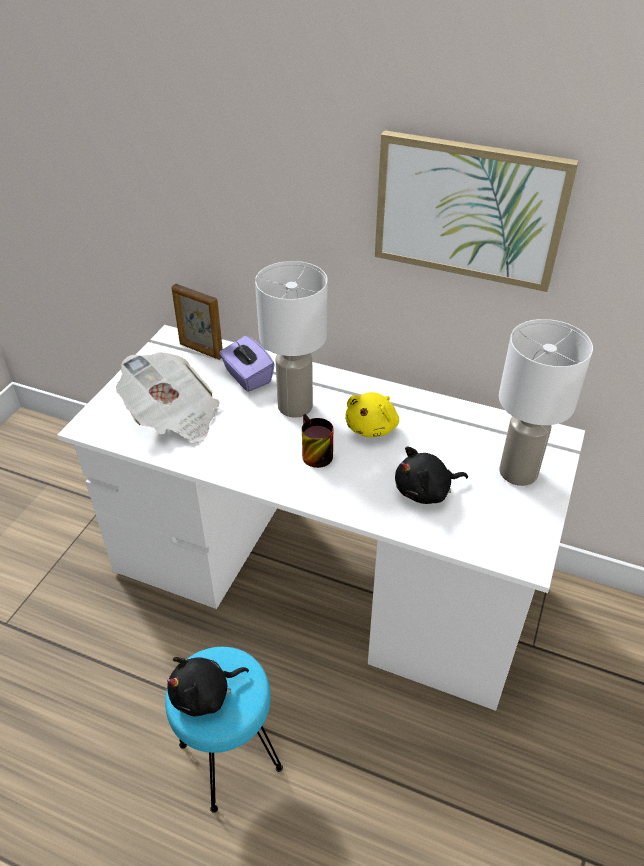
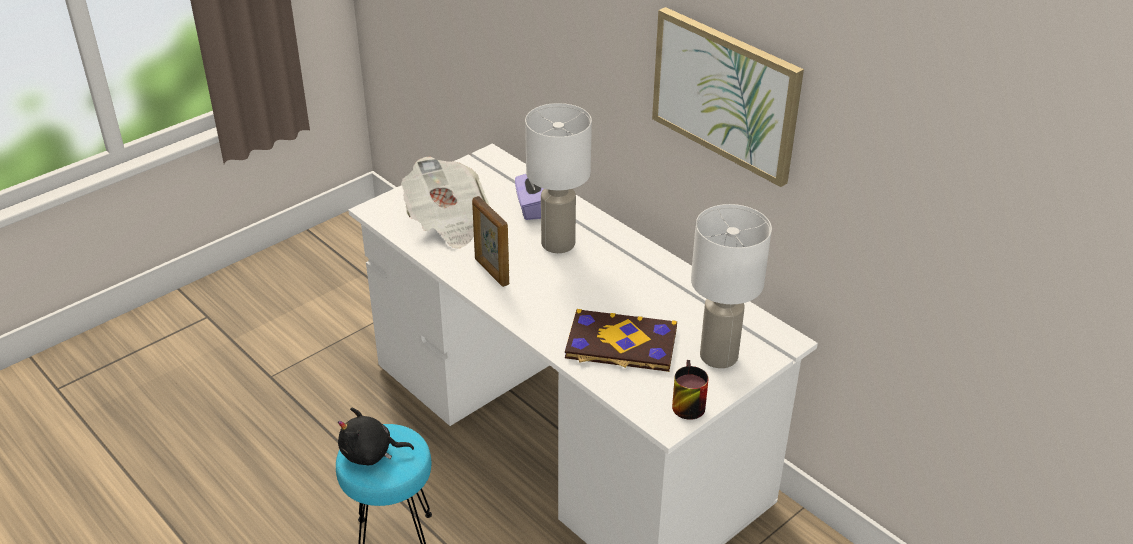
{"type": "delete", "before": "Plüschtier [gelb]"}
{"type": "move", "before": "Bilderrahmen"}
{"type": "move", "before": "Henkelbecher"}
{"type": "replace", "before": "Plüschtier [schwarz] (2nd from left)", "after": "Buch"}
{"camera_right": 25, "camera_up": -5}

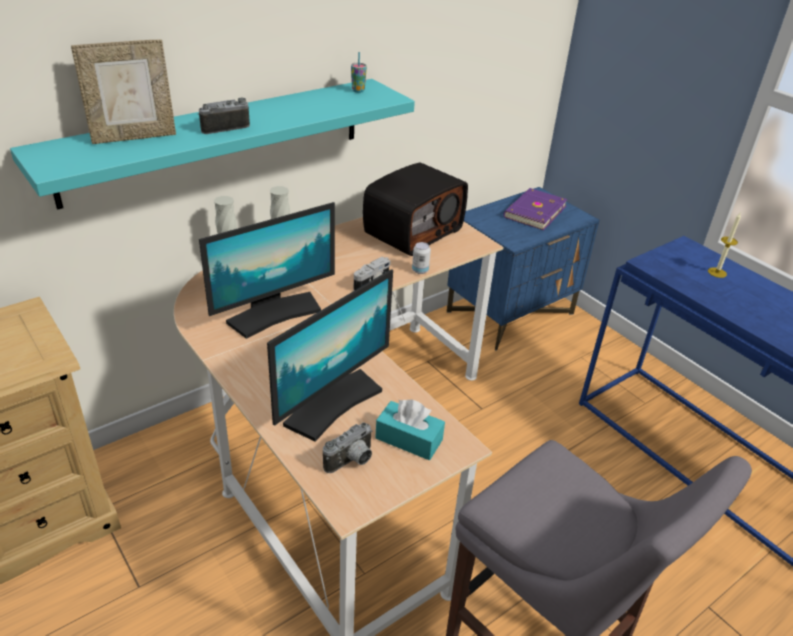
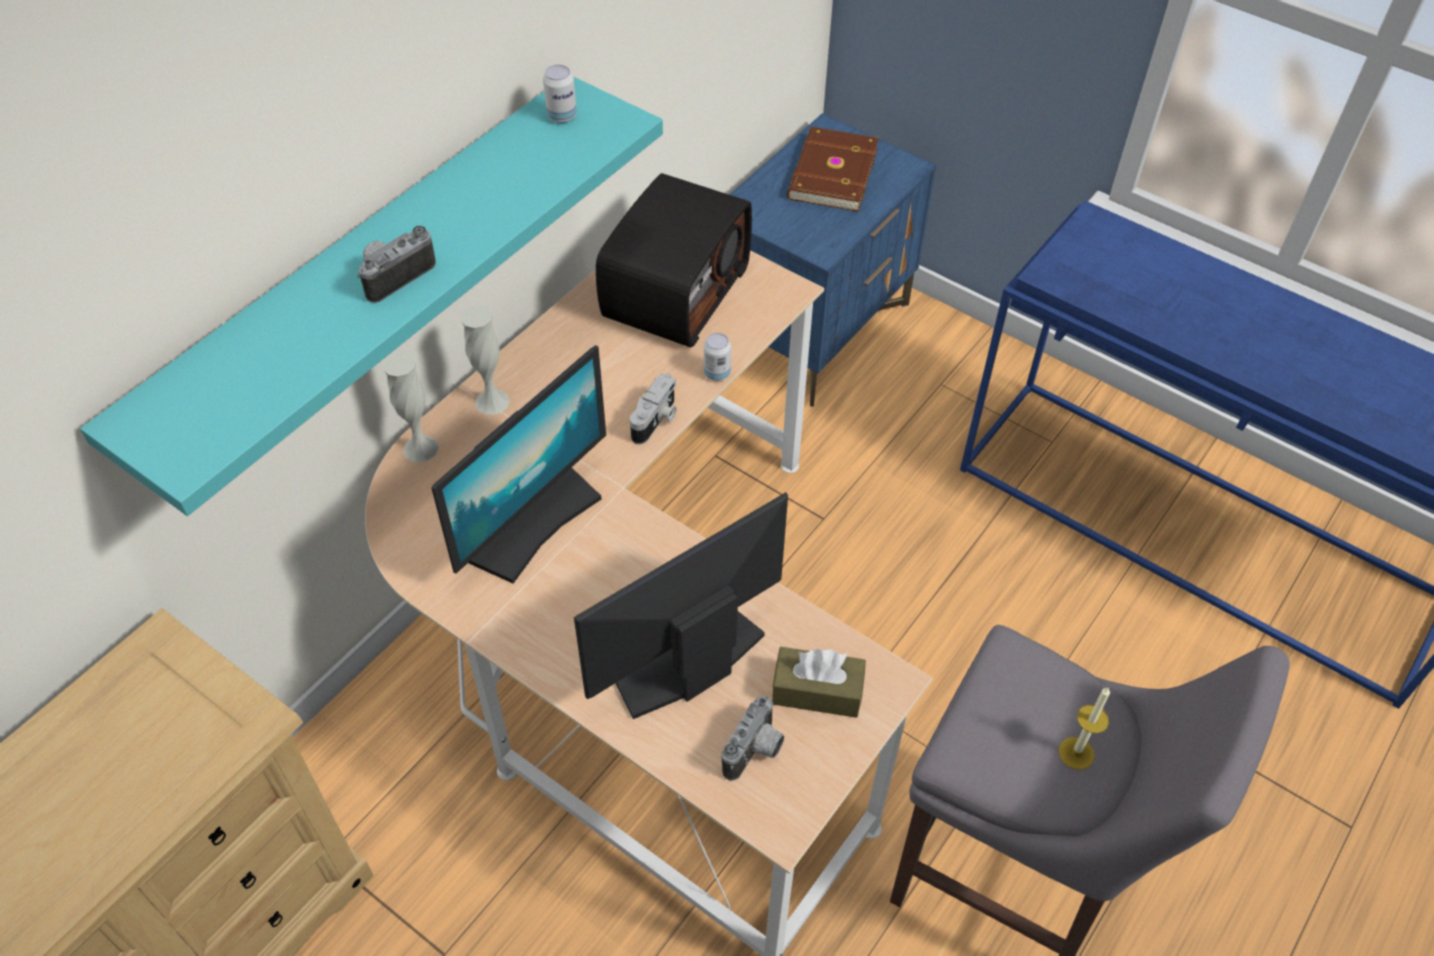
{"type": "delete", "before": "Bilderrahmen"}
{"type": "move", "before": "Kerze"}
{"type": "replace", "before": "Tasse", "after": "Dose (1st from left)"}
{"type": "recolor", "before": "Taschentuchbox [türkis]", "after": "Taschentuchbox [braun]"}
{"type": "recolor", "before": "Buch [lila]", "after": "Buch [braun]"}
{"type": "rotate", "before": "Monitor (2nd from left)", "turn": -150}
{"camera_right": -15, "camera_up": 15}

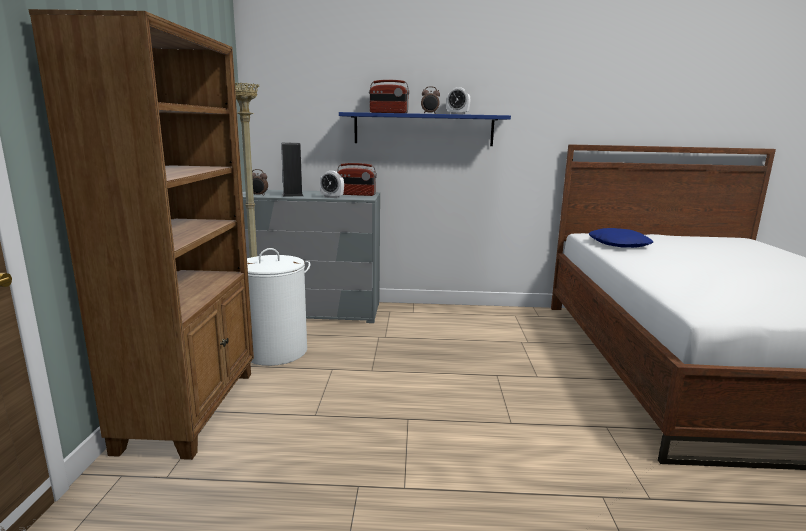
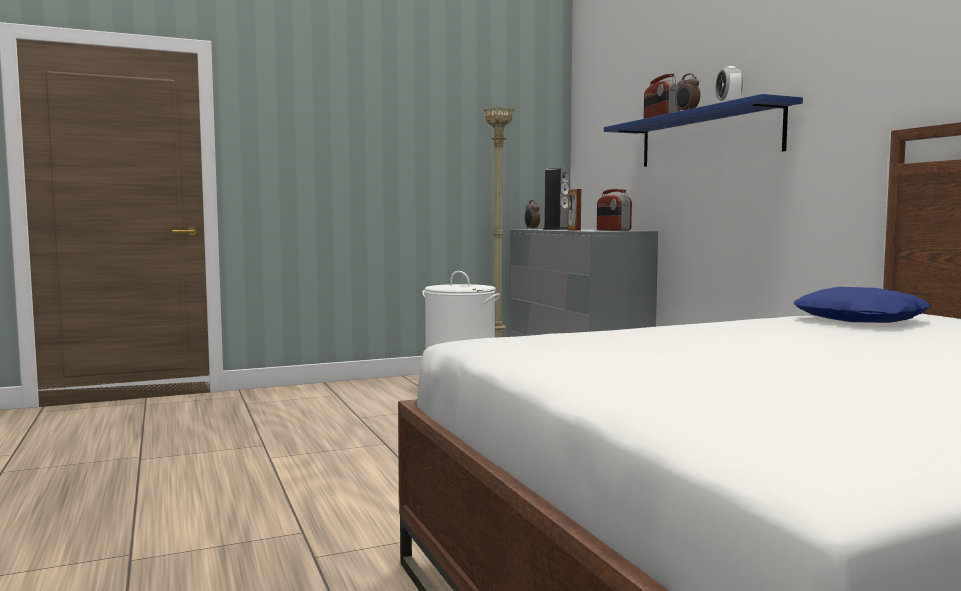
{"type": "delete", "before": "Bücherregal [braun]"}
{"type": "replace", "before": "Wecker (2nd from left)", "after": "Bilderrahmen"}
{"camera_right": 65, "camera_up": -10}

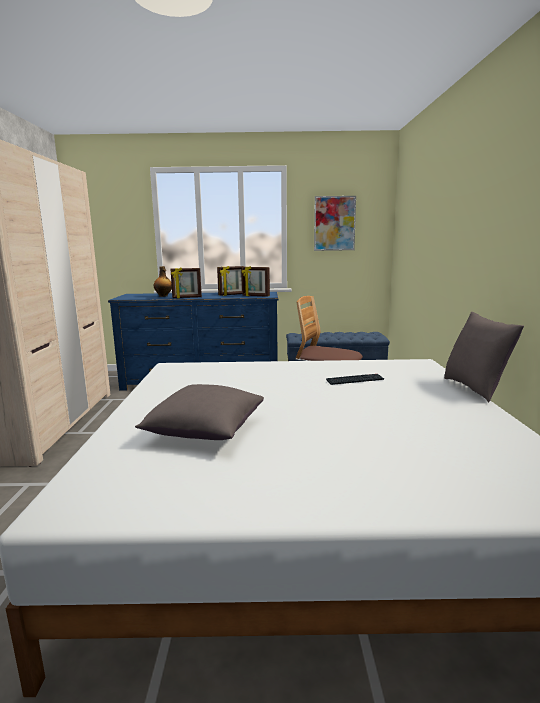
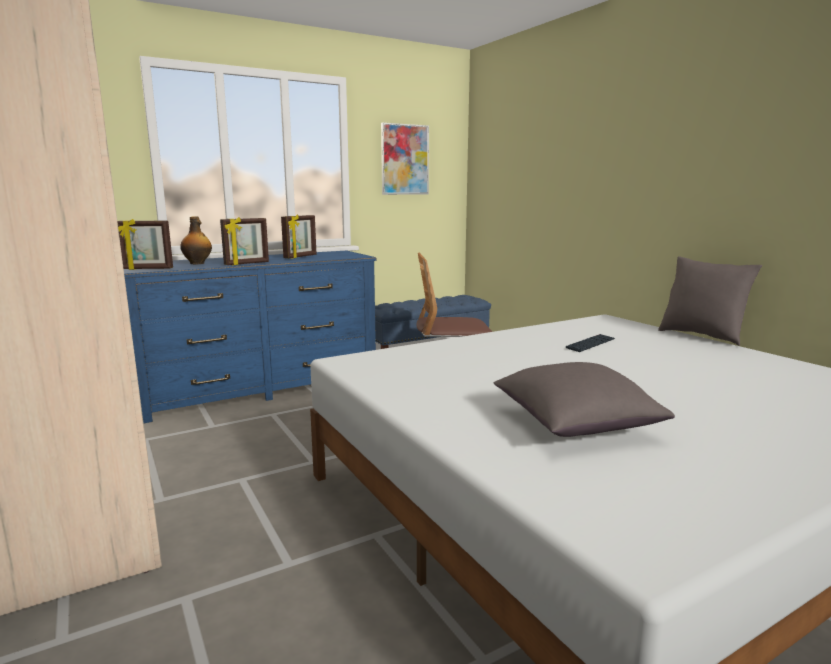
{"type": "move", "before": "Bilderrahmen (3rd from left in the first image)", "after": "Bilderrahmen (1st from left)"}
{"camera_right": -30, "camera_up": 0}

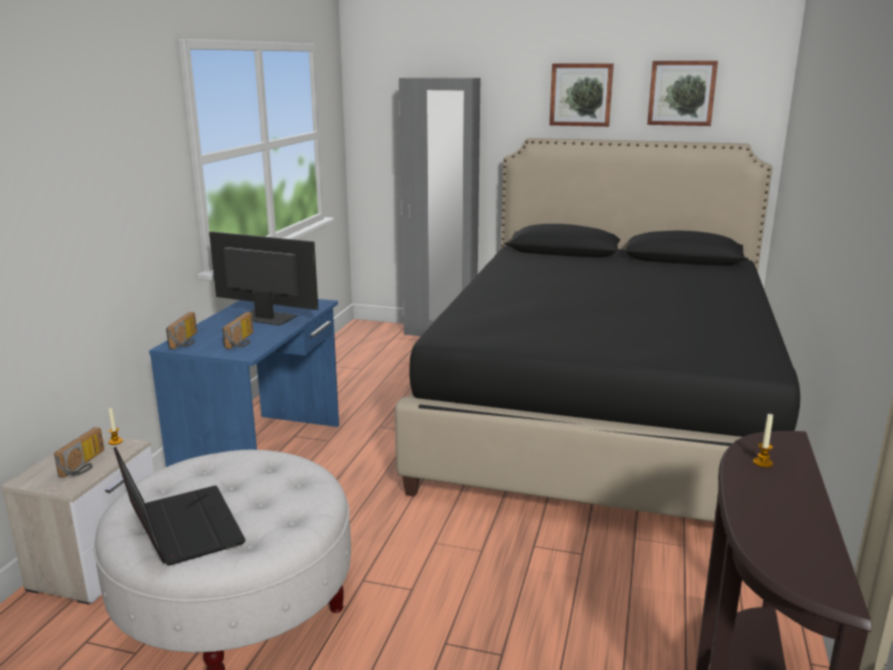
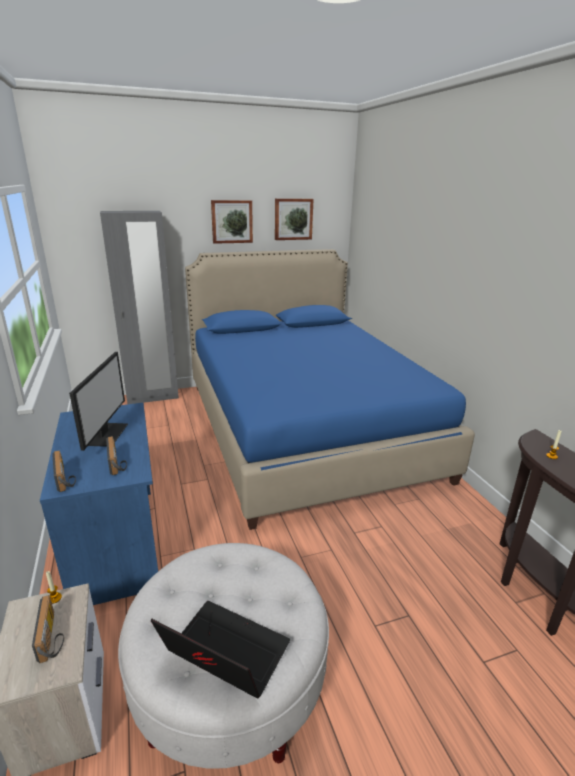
{"type": "recolor", "before": "Bett [schwarz]", "after": "Bett [blau]"}
{"type": "rotate", "before": "Monitor", "turn": 105}
{"camera_right": -35, "camera_up": 5}

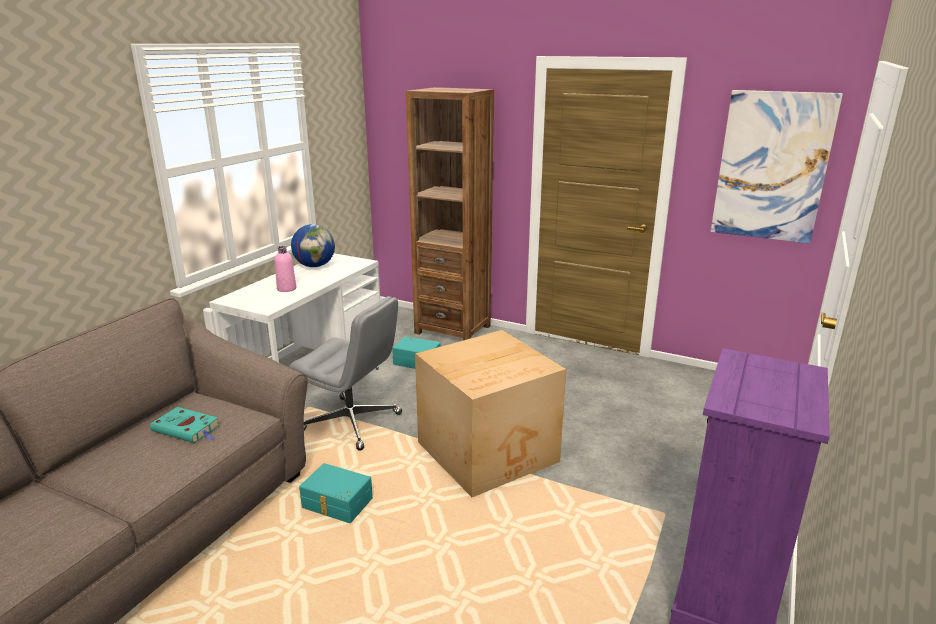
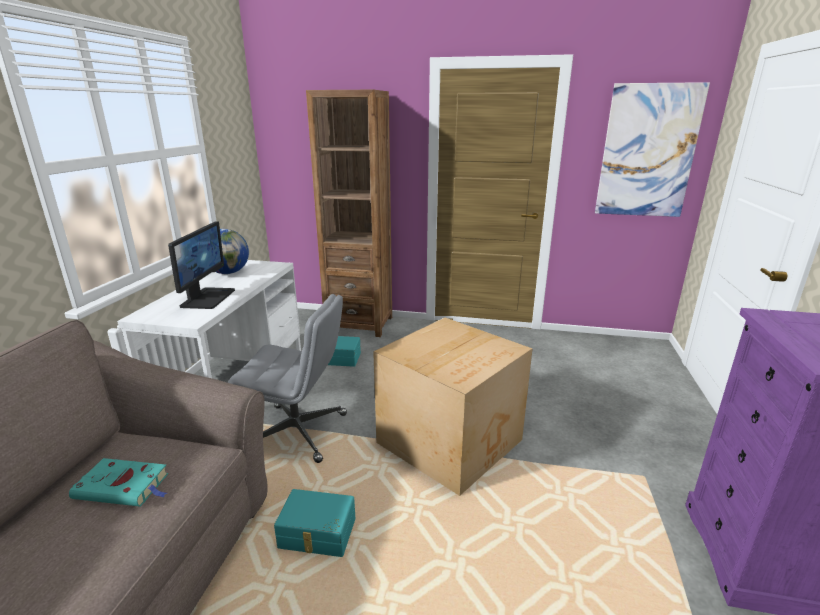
{"type": "replace", "before": "Flasche [rosa]", "after": "Monitor"}
{"camera_right": -15, "camera_up": 0}

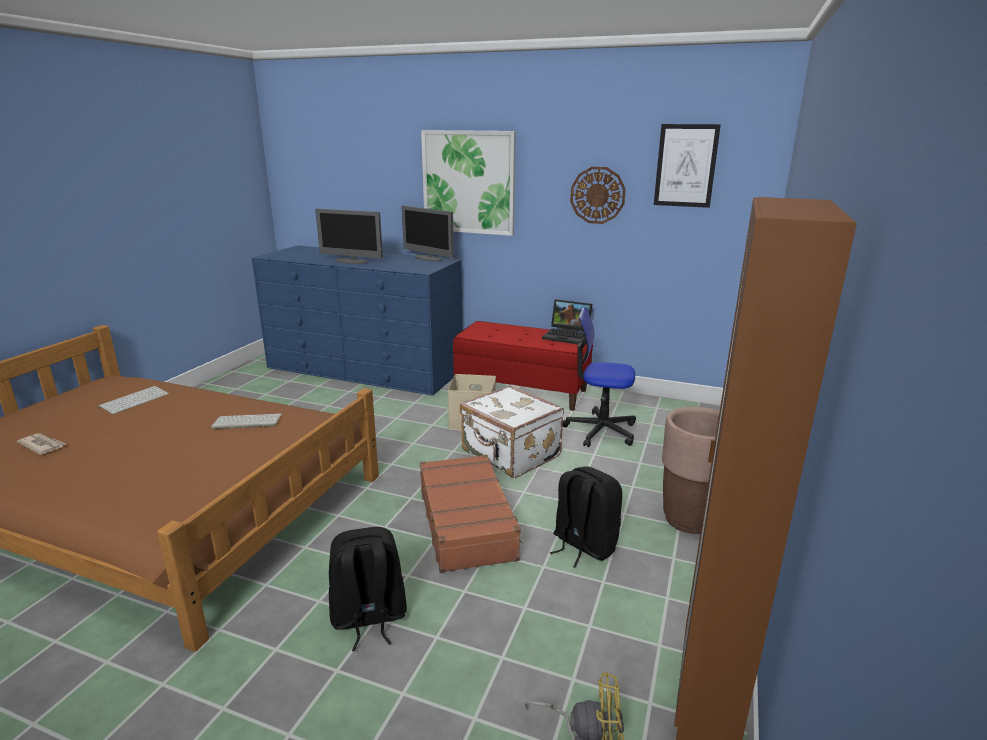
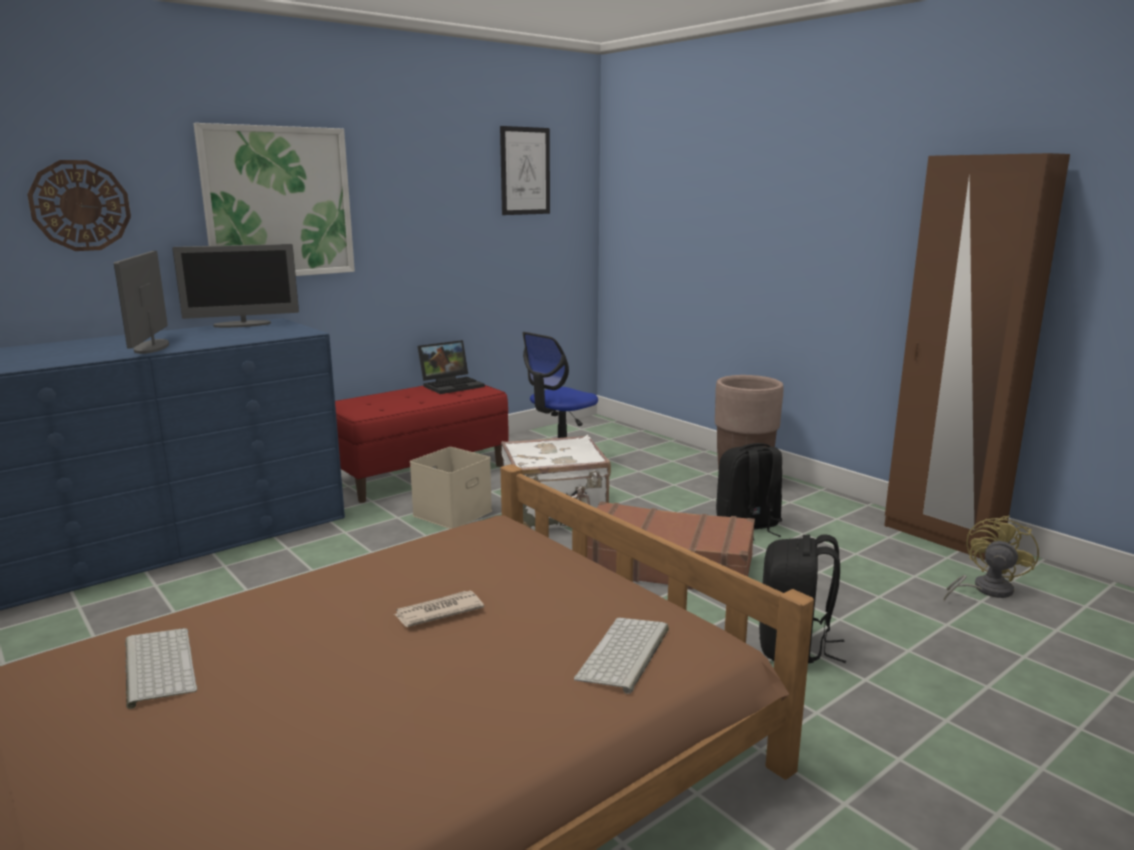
{"type": "move", "before": "Zeitung"}
{"type": "move", "before": "Tastatur (2nd from left)"}
{"type": "move", "before": "Wanduhr"}
{"type": "rotate", "before": "Monitor (1st from left)", "turn": 120}
{"camera_right": -60, "camera_up": -5}

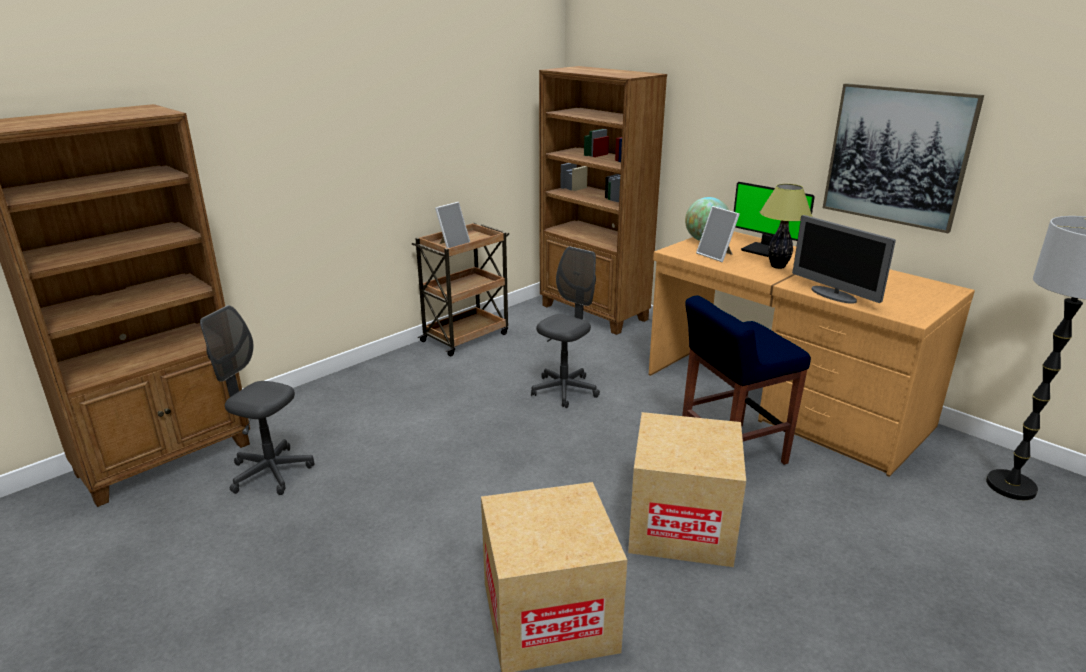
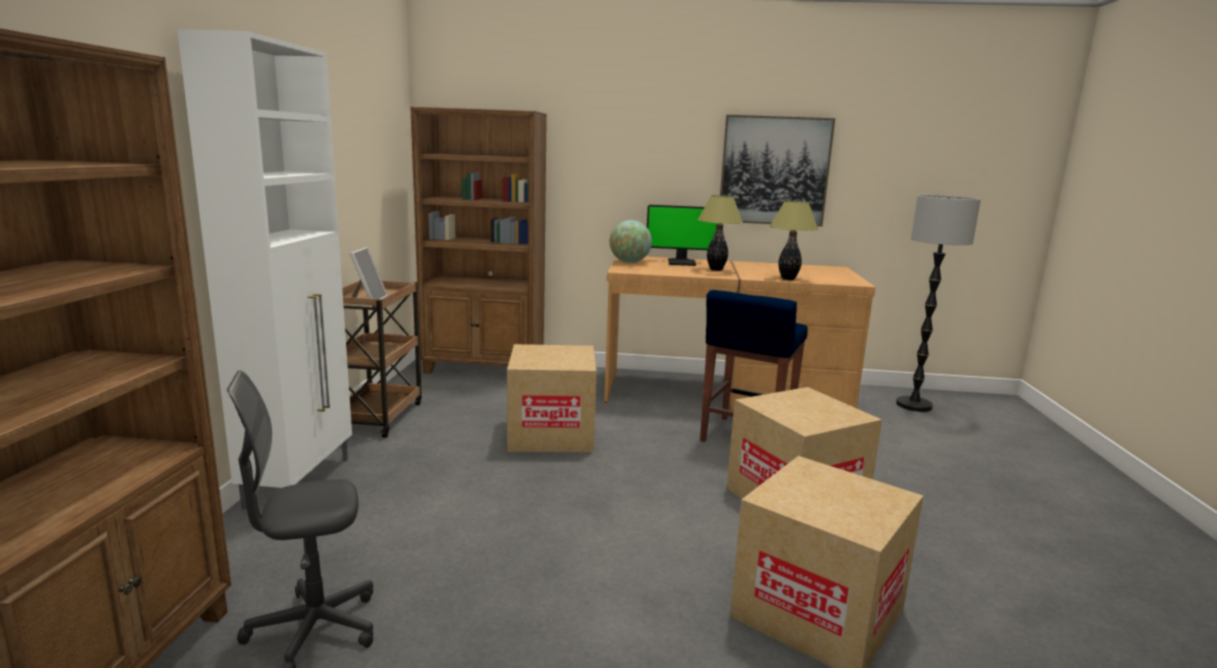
{"type": "delete", "before": "Bilderrahmen (2nd from left)"}
{"type": "insert", "after": "Schrank [weiß]"}
{"type": "replace", "before": "Bürostuhl [grau] (2nd from left)", "after": "Karton (1st from left)"}
{"type": "replace", "before": "Monitor (2nd from left)", "after": "Tischlampe (2nd from left)"}
{"camera_right": -40, "camera_up": -10}

